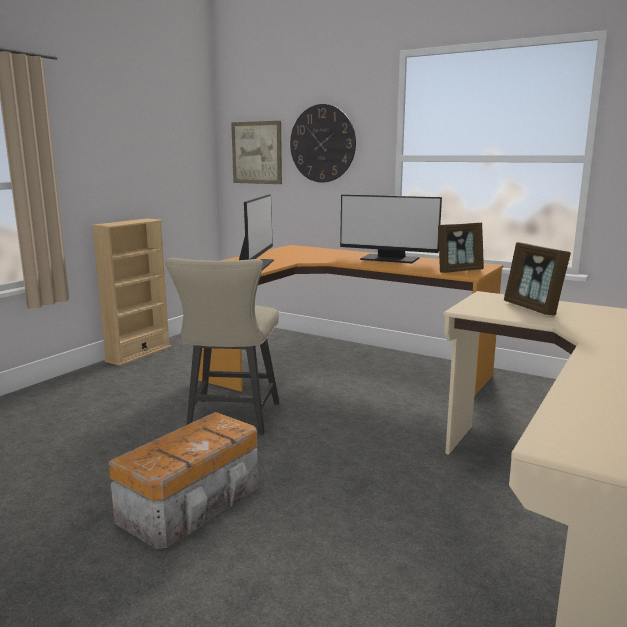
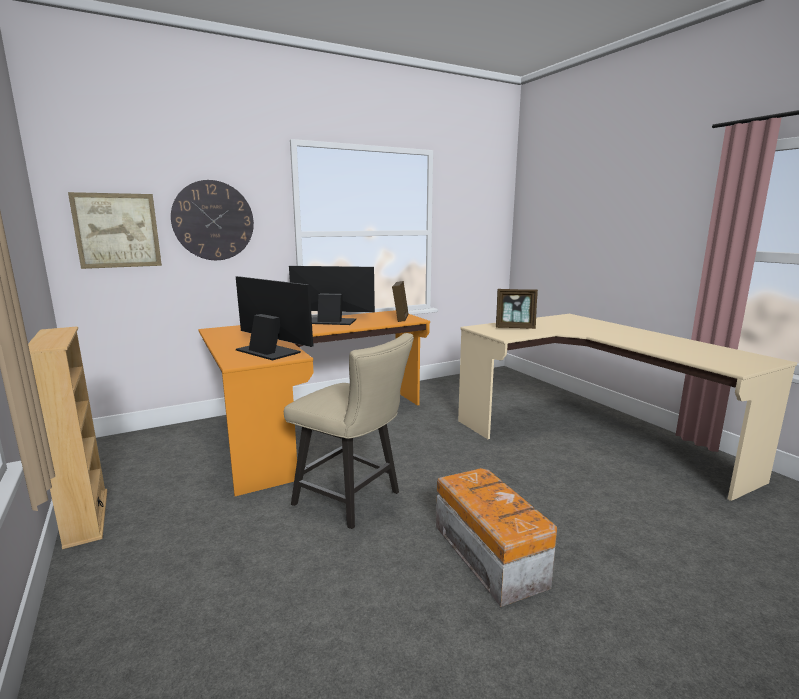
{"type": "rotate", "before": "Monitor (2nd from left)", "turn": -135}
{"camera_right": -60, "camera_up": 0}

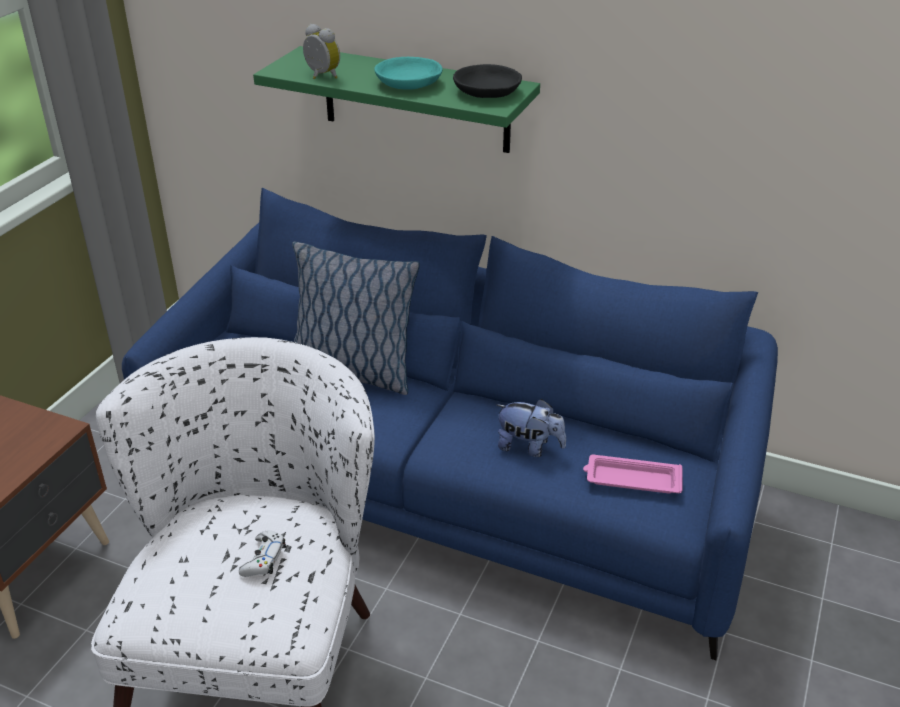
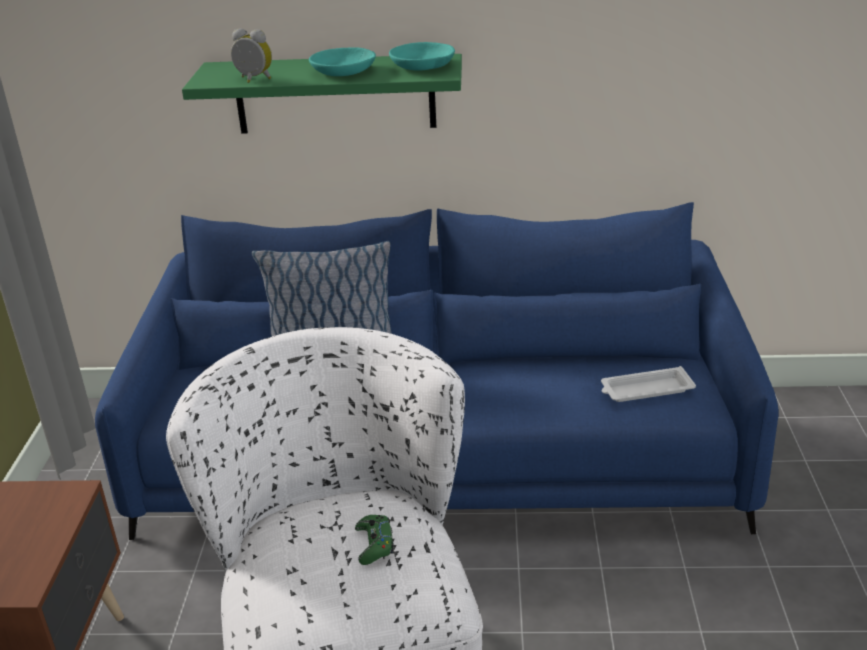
{"type": "delete", "before": "Plüschtier"}
{"type": "recolor", "before": "Gamepad [weiß]", "after": "Gamepad [grün]"}
{"type": "recolor", "before": "Schüssel [schwarz]", "after": "Schüssel [türkis] (2nd from left)"}
{"type": "recolor", "before": "Tablett [rosa]", "after": "Tablett [weiß]"}
{"camera_right": -20, "camera_up": -5}

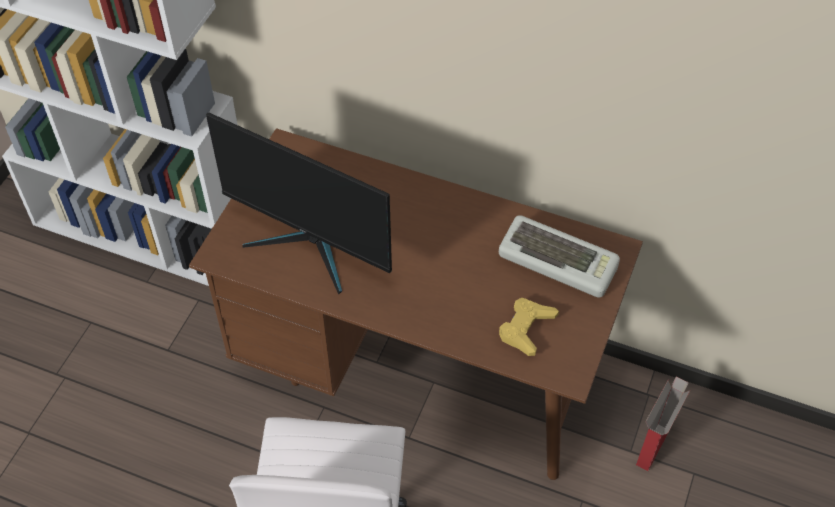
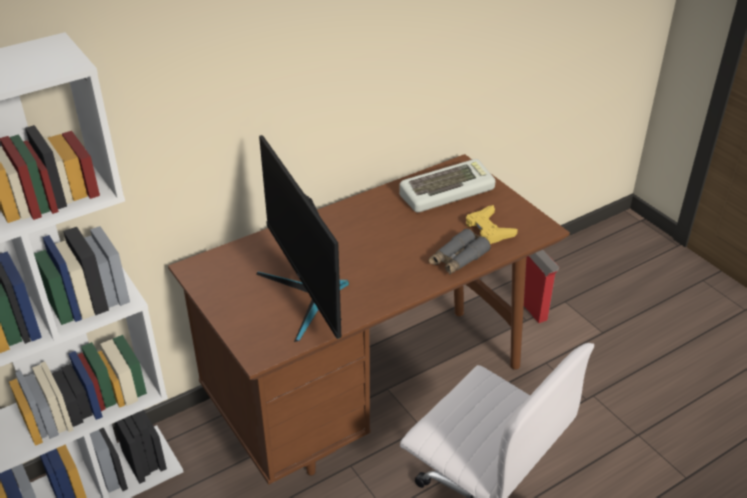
{"type": "insert", "after": "Fernglas [grau]"}
{"type": "rotate", "before": "Monitor", "turn": 90}
{"camera_right": -55, "camera_up": -15}

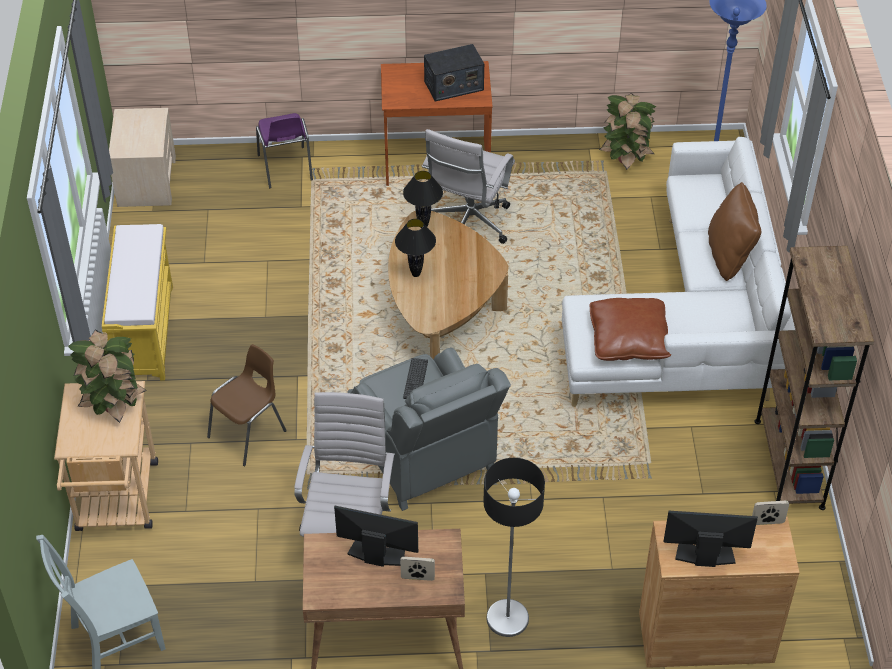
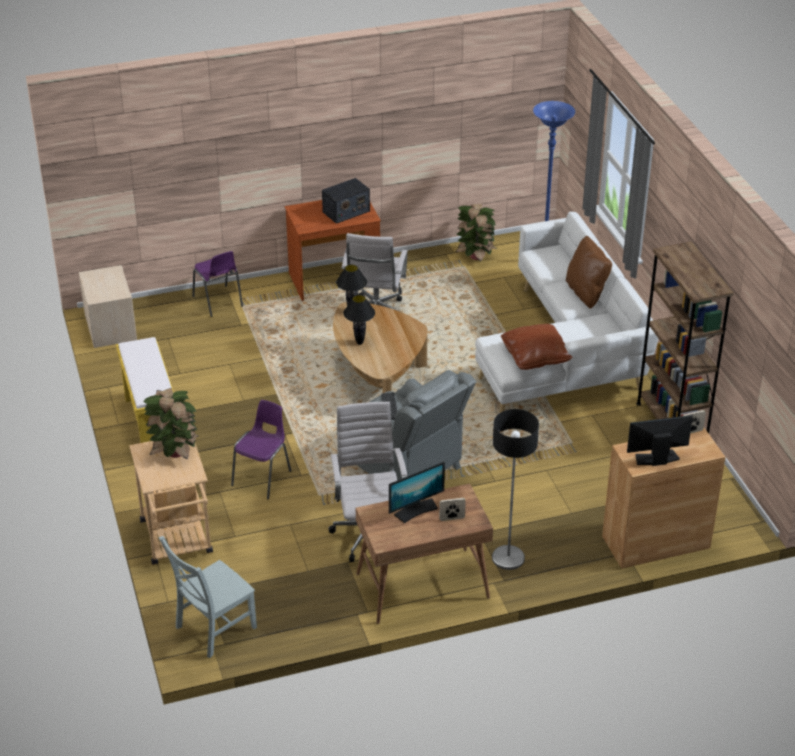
{"type": "recolor", "before": "Stuhl [braun]", "after": "Stuhl [lila] (2nd from left)"}
{"type": "rotate", "before": "Monitor (1st from left)", "turn": 150}
{"camera_right": -15, "camera_up": -10}

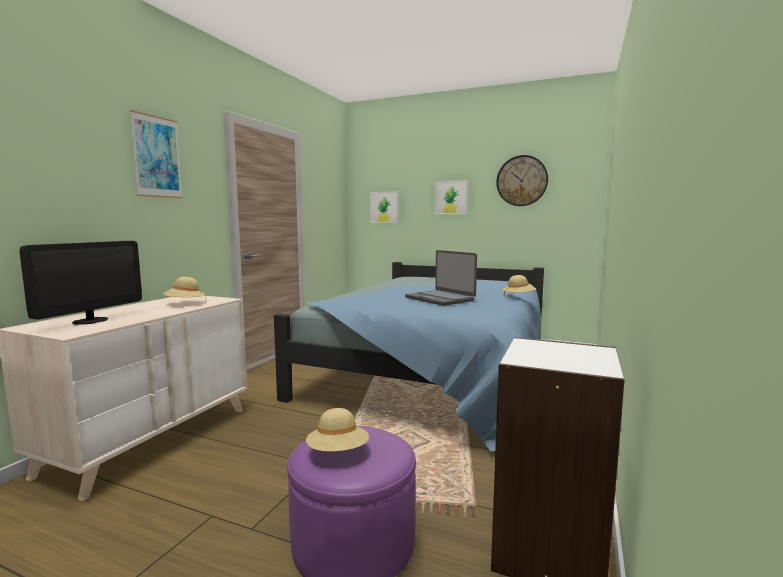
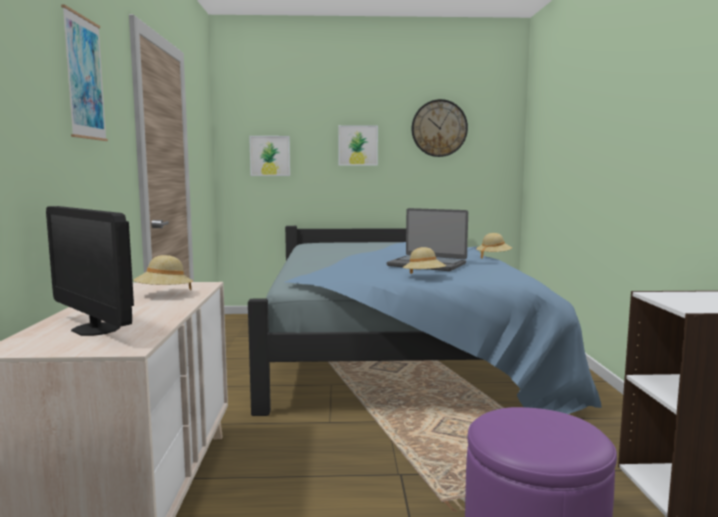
{"type": "move", "before": "Hut [beige] (2nd from left)"}
{"type": "rotate", "before": "Monitor", "turn": 135}
{"camera_right": -25, "camera_up": 0}

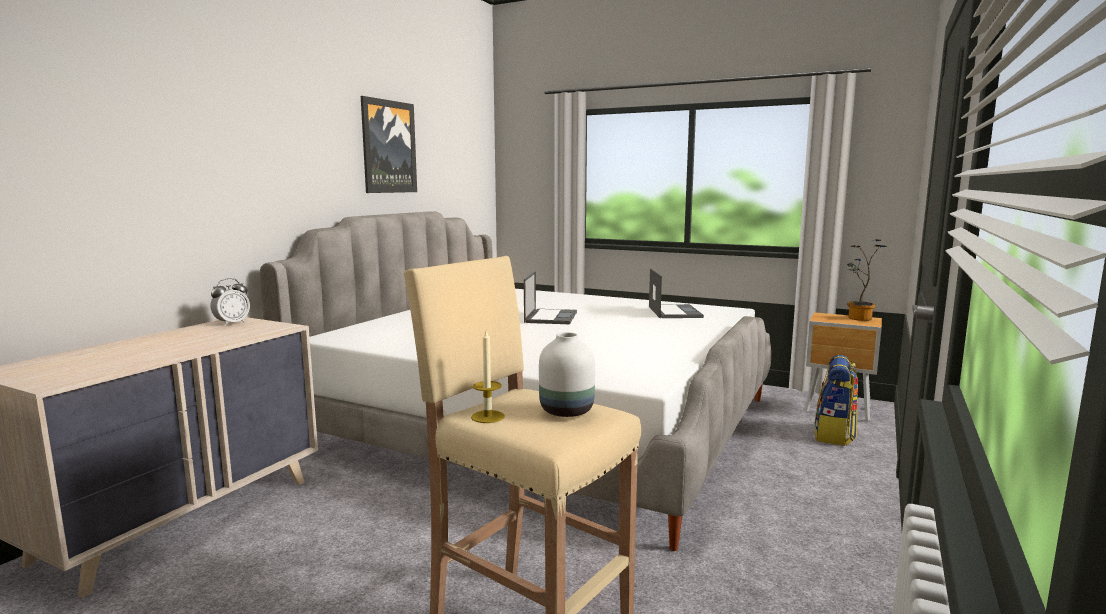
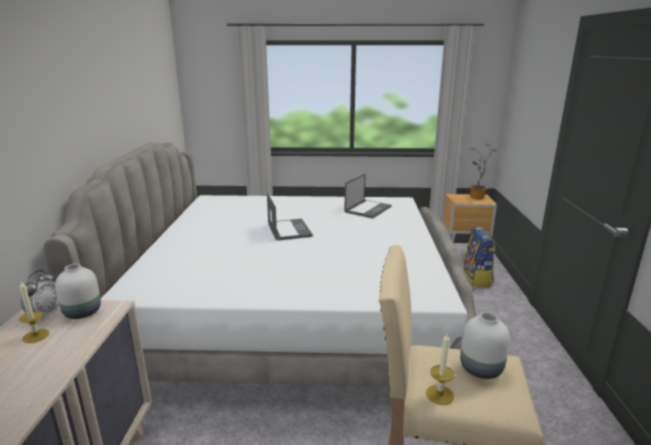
{"type": "delete", "before": "Bild"}
{"type": "insert", "after": "Kerze (1st from left)"}
{"type": "insert", "after": "Vase [weiß] (1st from left)"}
{"type": "rotate", "before": "Laptop (2nd from left)", "turn": 60}
{"camera_right": -25, "camera_up": 10}

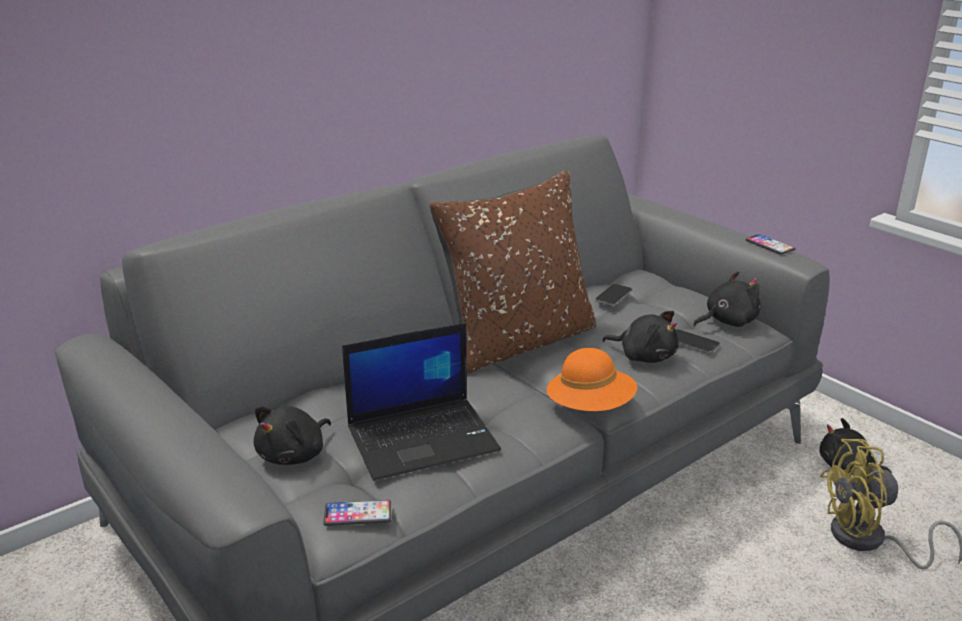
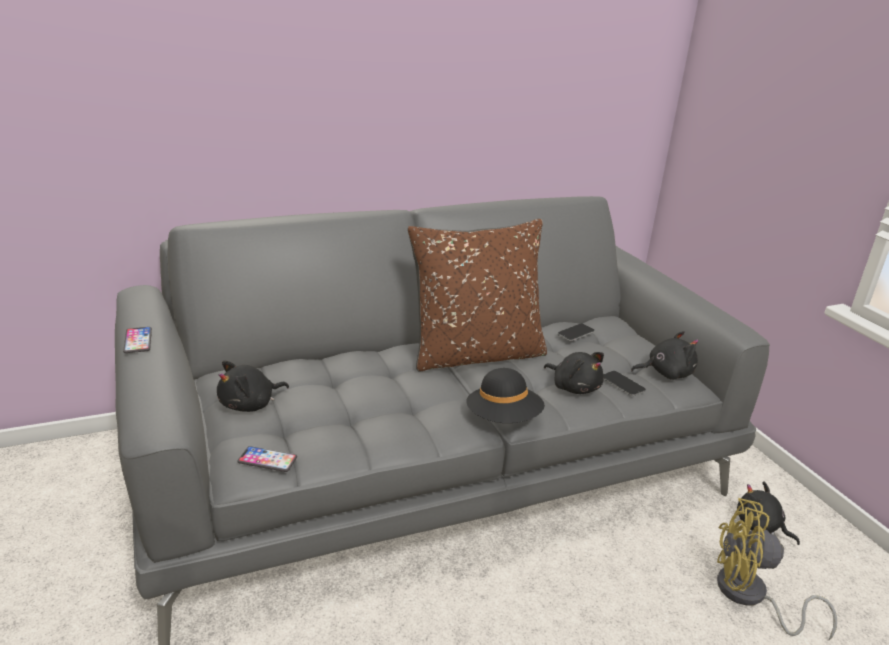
{"type": "delete", "before": "Laptop"}
{"type": "move", "before": "Handy (4th from left in the first image)", "after": "Handy (1st from left)"}
{"type": "recolor", "before": "Hut [orange]", "after": "Hut [schwarz]"}
{"camera_right": 15, "camera_up": 0}

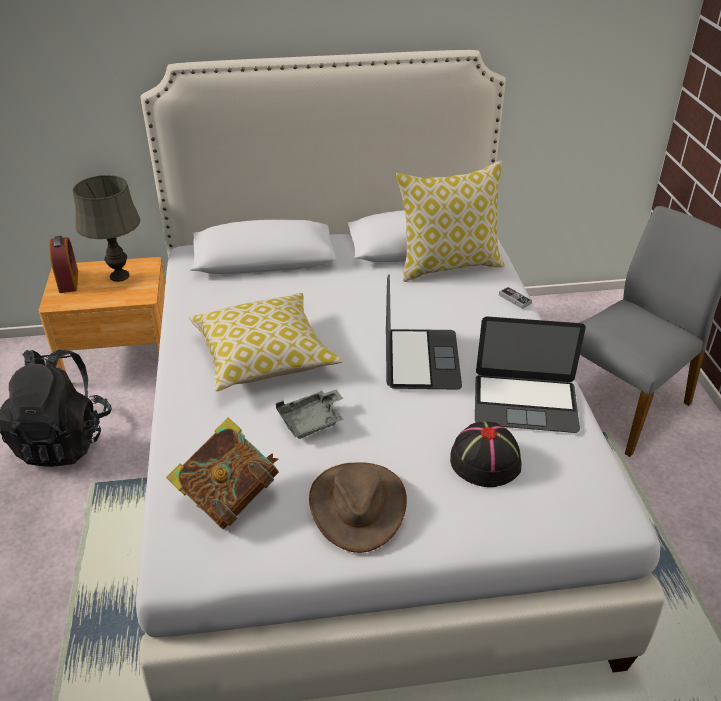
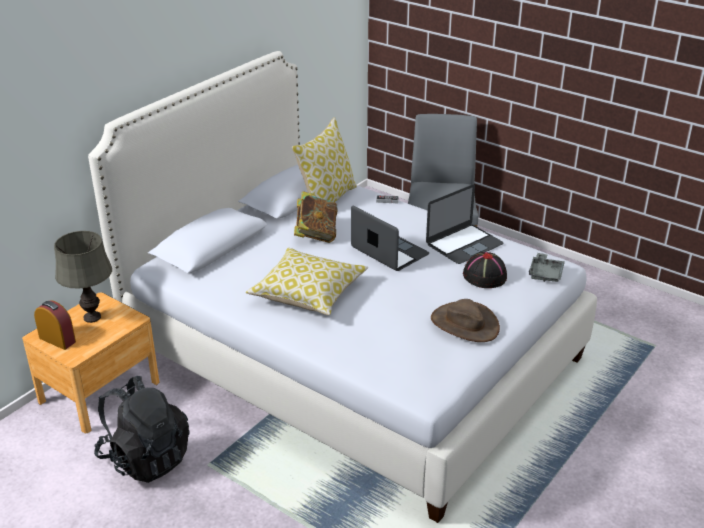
{"type": "move", "before": "Buch"}
{"type": "move", "before": "Tablett [grau]"}
{"camera_right": -45, "camera_up": -5}

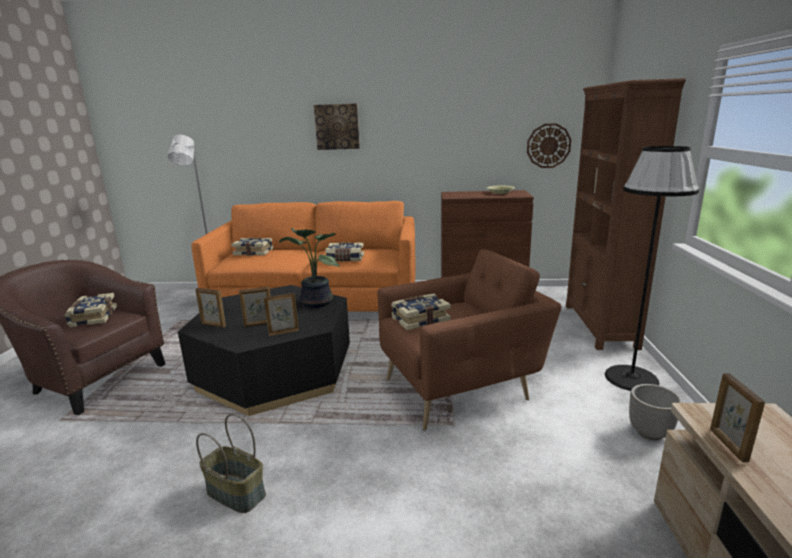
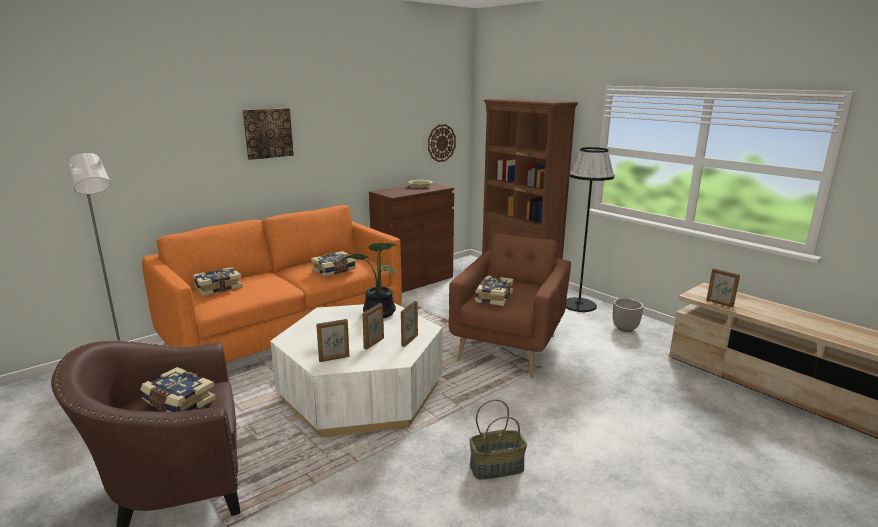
{"type": "recolor", "before": "Couchtisch [schwarz]", "after": "Couchtisch [weiß]"}
{"camera_right": -45, "camera_up": 0}

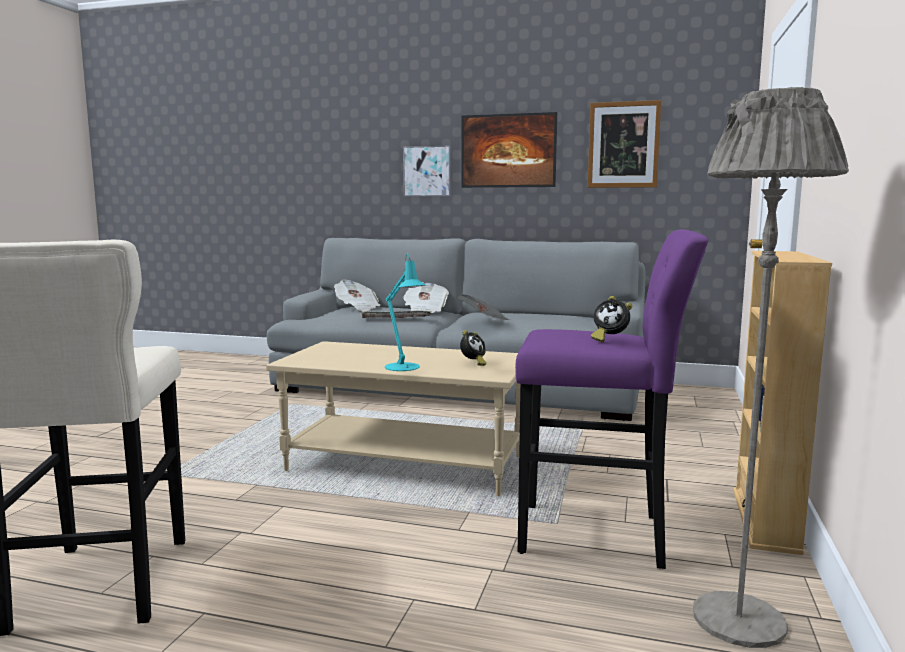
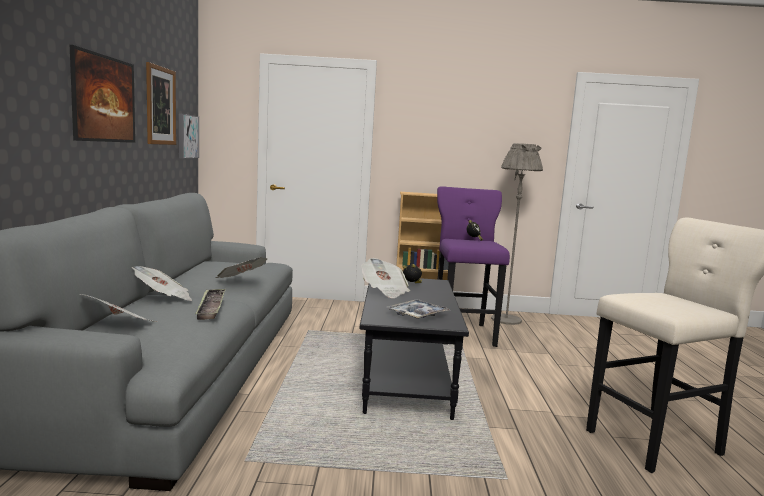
{"type": "delete", "before": "Tischlampe [türkis]"}
{"type": "insert", "after": "Zeitung (4th from left)"}
{"type": "insert", "after": "Tablett (2nd from left)"}
{"type": "move", "before": "Bild (1st from left in the first image)", "after": "Bild (3rd from left)"}
{"type": "recolor", "before": "Couchtisch [beige]", "after": "Couchtisch [schwarz]"}
{"camera_right": -105, "camera_up": 0}

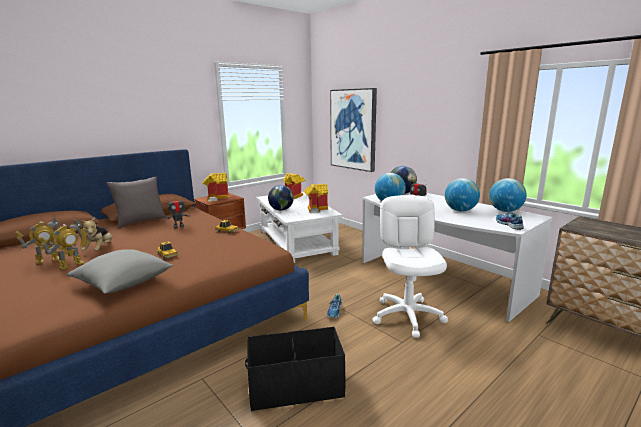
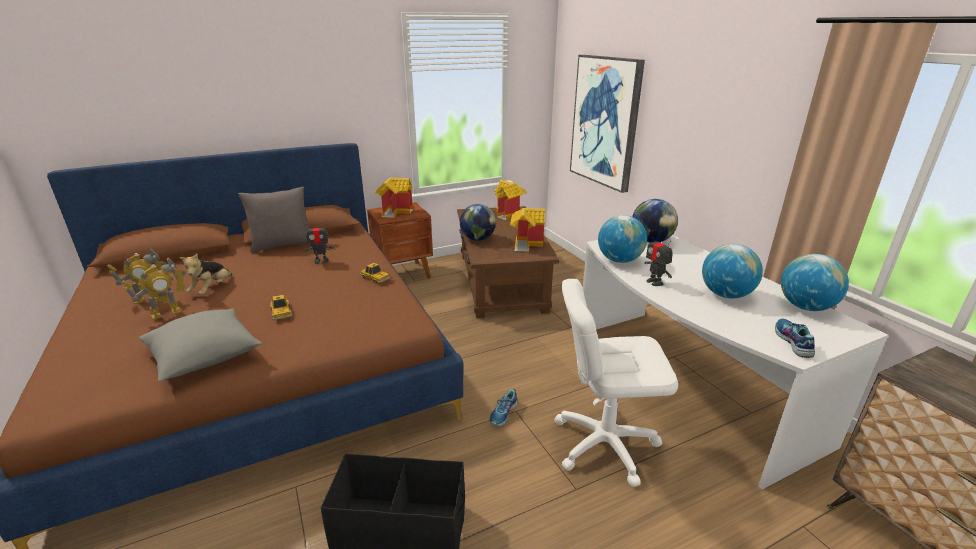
{"type": "recolor", "before": "Couchtisch [weiß]", "after": "Couchtisch [braun]"}
{"type": "rotate", "before": "Bürostuhl [weiß]", "turn": -105}
{"camera_right": 15, "camera_up": 10}

